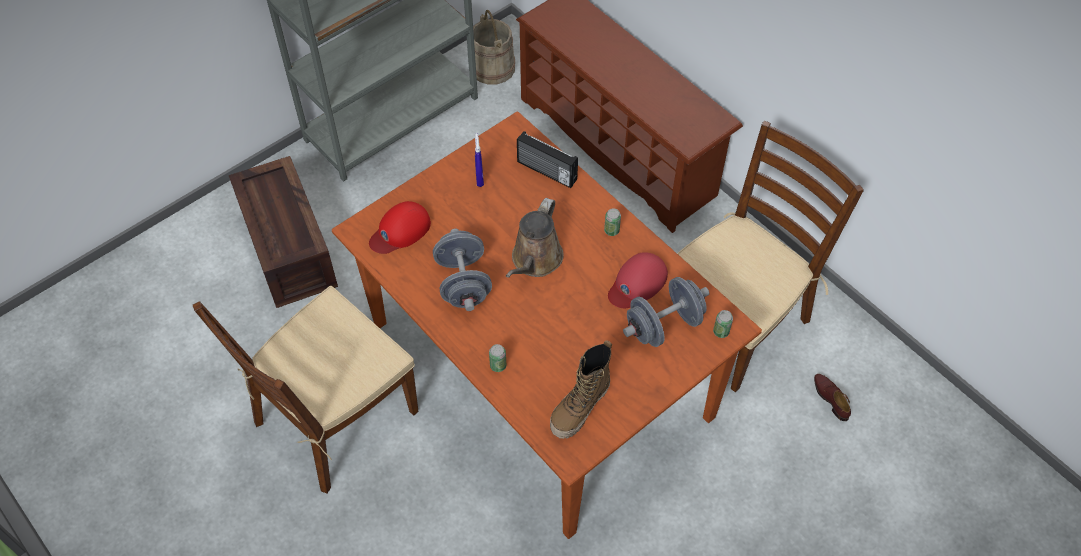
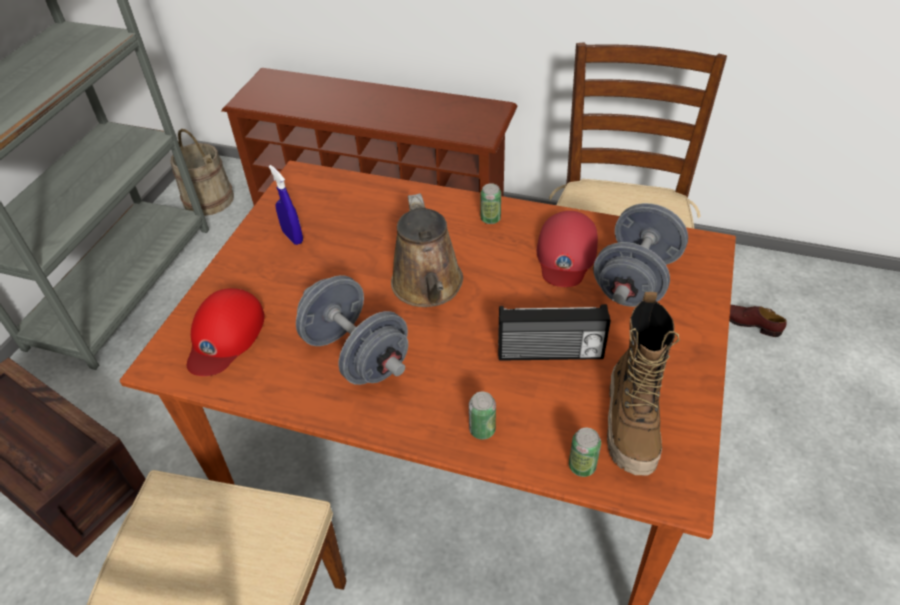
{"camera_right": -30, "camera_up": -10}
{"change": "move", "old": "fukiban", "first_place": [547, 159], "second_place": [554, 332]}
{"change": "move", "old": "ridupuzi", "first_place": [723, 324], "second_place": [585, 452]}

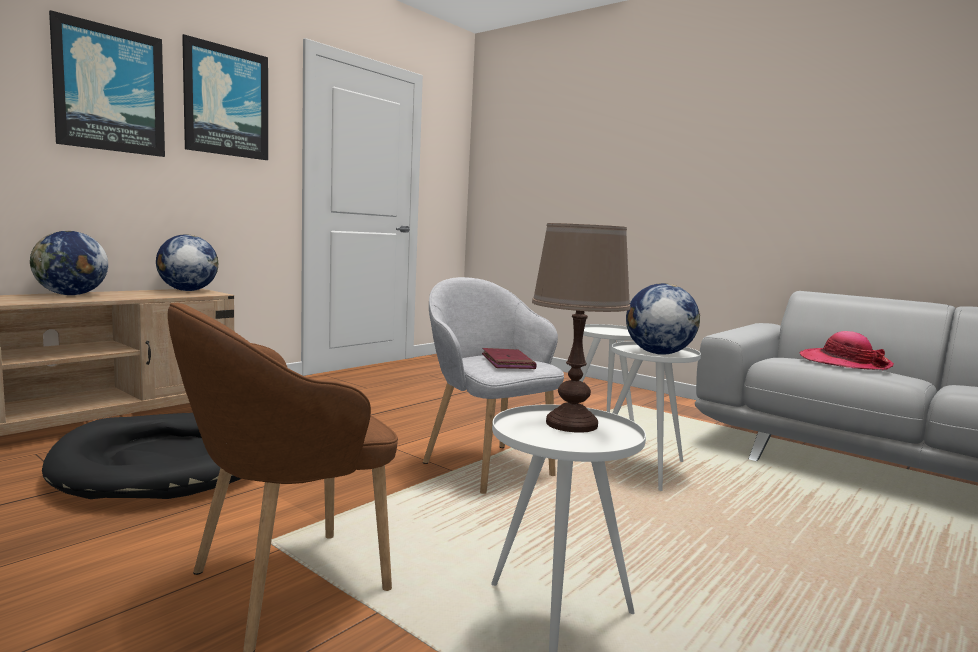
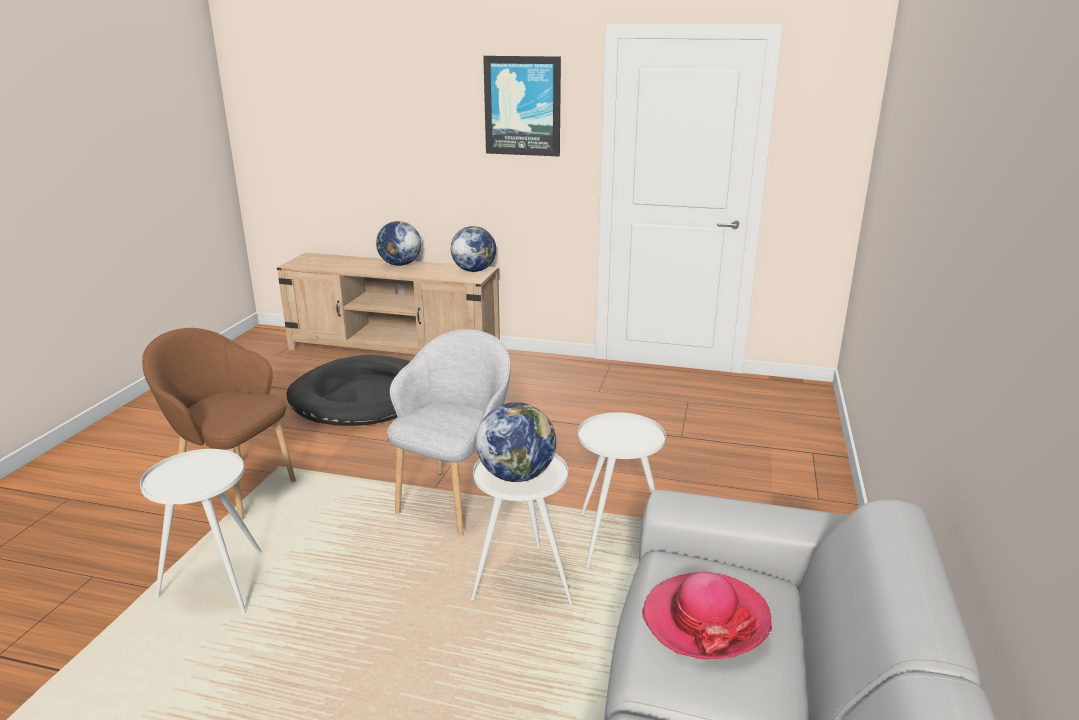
{"camera_right": 65, "camera_up": 15}
{"change": "delete", "old": "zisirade", "first_place": [107, 83]}
{"change": "delete", "old": "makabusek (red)", "first_place": [509, 358]}
{"change": "delete", "old": "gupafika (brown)", "first_place": [581, 328]}

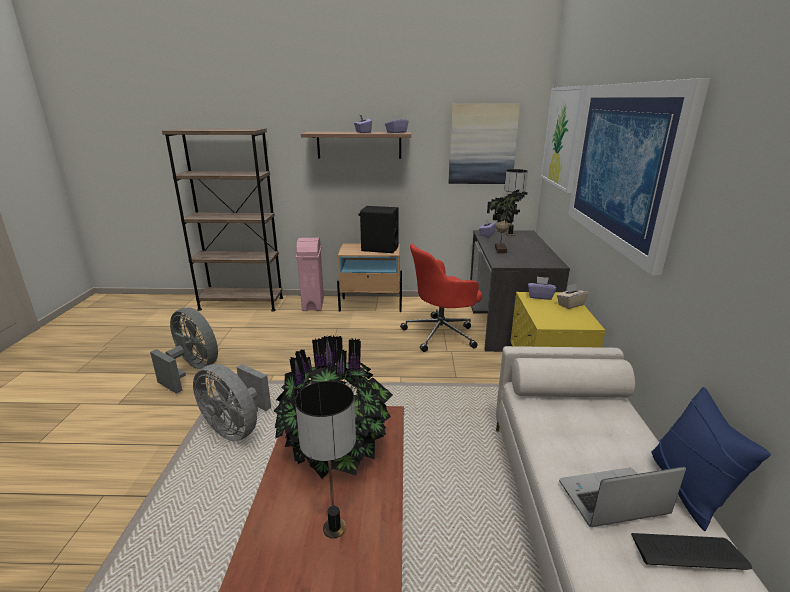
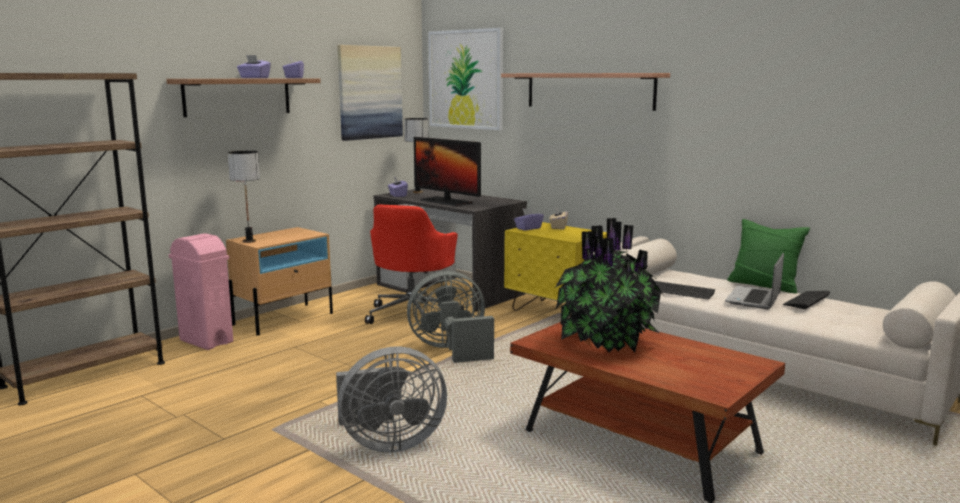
{"camera_right": -50, "camera_up": -10}
{"change": "delete", "old": "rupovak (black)", "first_place": [379, 229]}
{"change": "insert", "new": "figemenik", "second_place": [685, 290]}
{"change": "move", "old": "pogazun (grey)", "first_place": [184, 351], "second_place": [450, 317]}
{"change": "move", "old": "gupafika", "first_place": [325, 460], "second_place": [244, 197]}
{"change": "replace", "old": "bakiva", "new": "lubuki", "first_place": [507, 221], "second_place": [447, 171]}
{"change": "replace", "old": "zisirade", "new": "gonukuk", "first_place": [639, 176], "second_place": [585, 92]}
{"change": "recolor", "old": "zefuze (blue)", "new": "zefuze (green)", "first_place": [711, 459], "second_place": [768, 256]}

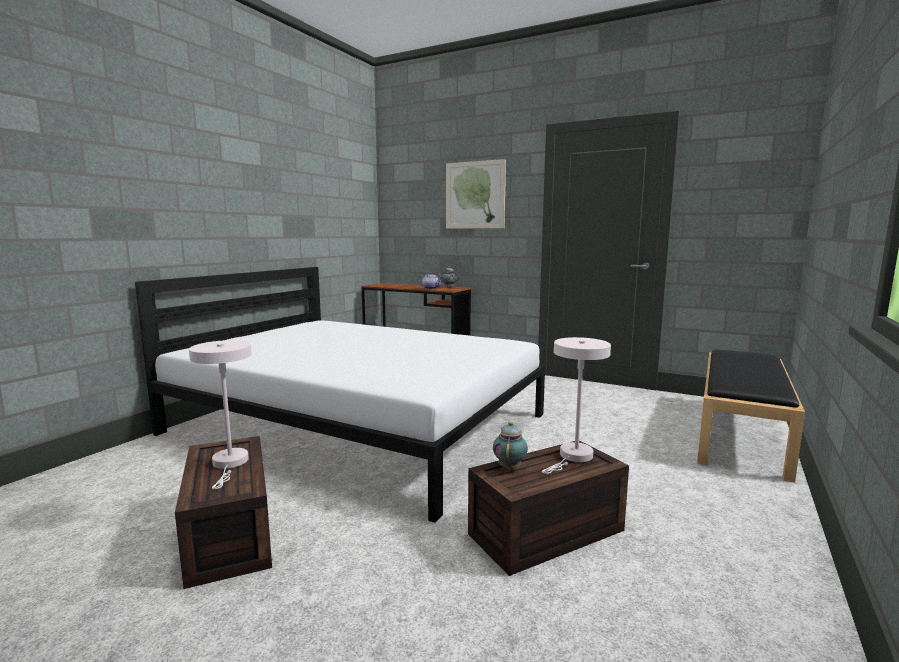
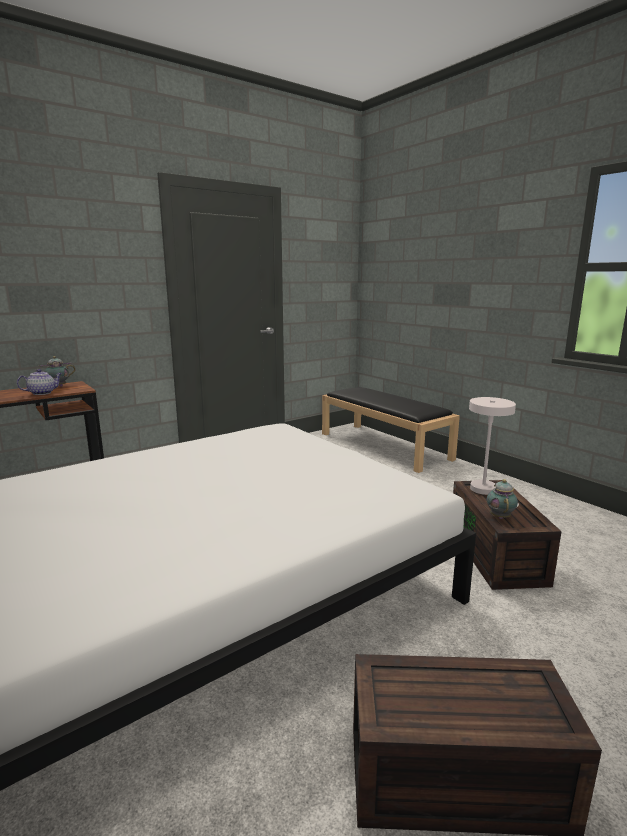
{"camera_right": -65, "camera_up": 5}
{"change": "delete", "old": "gupafika (white)", "first_place": [220, 414]}
{"change": "delete", "old": "zisirade", "first_place": [476, 194]}
{"change": "rotate", "old": "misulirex", "first_place": [510, 445], "second_place": [502, 499], "degrees": 60}

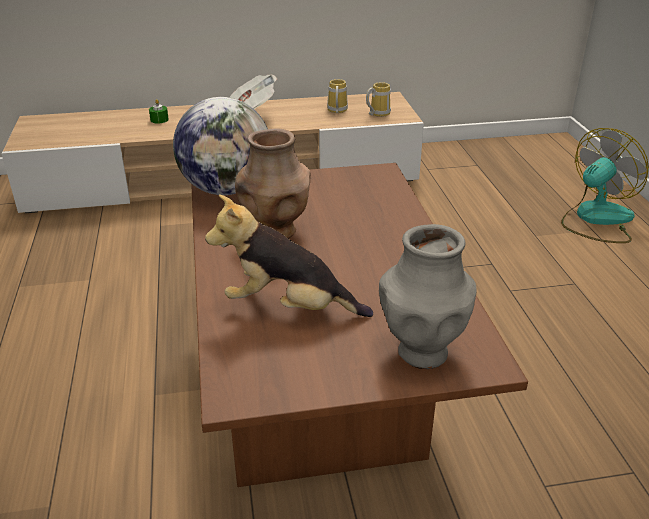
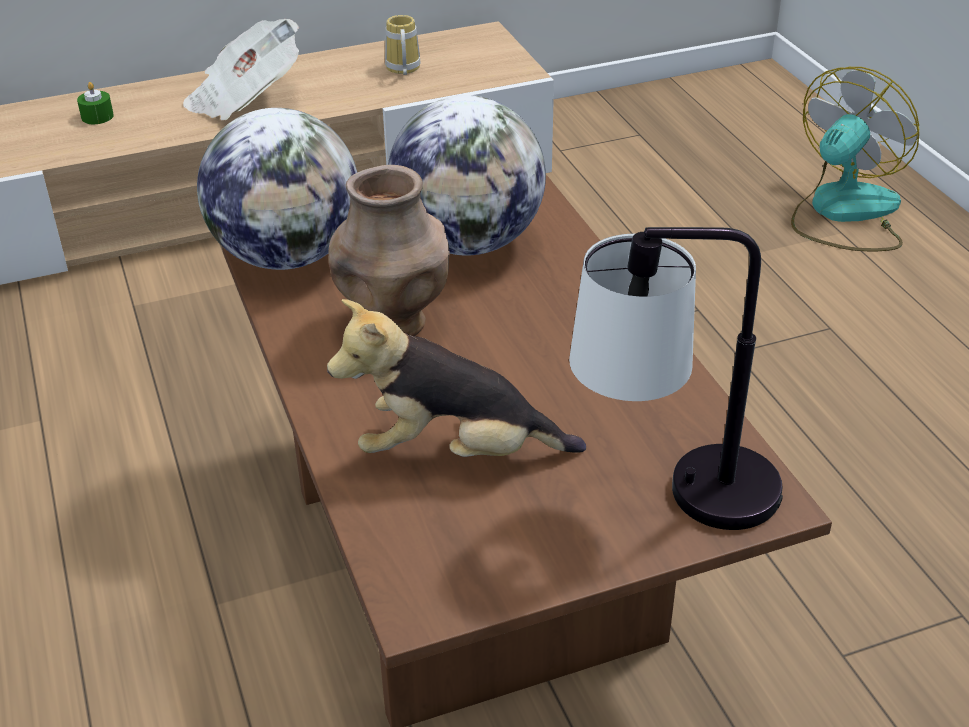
{"camera_right": -10, "camera_up": 5}
{"change": "delete", "old": "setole", "first_place": [378, 99]}
{"change": "insert", "new": "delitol", "second_place": [467, 175]}
{"change": "replace", "old": "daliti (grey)", "new": "gupafika", "first_place": [428, 296], "second_place": [676, 378]}

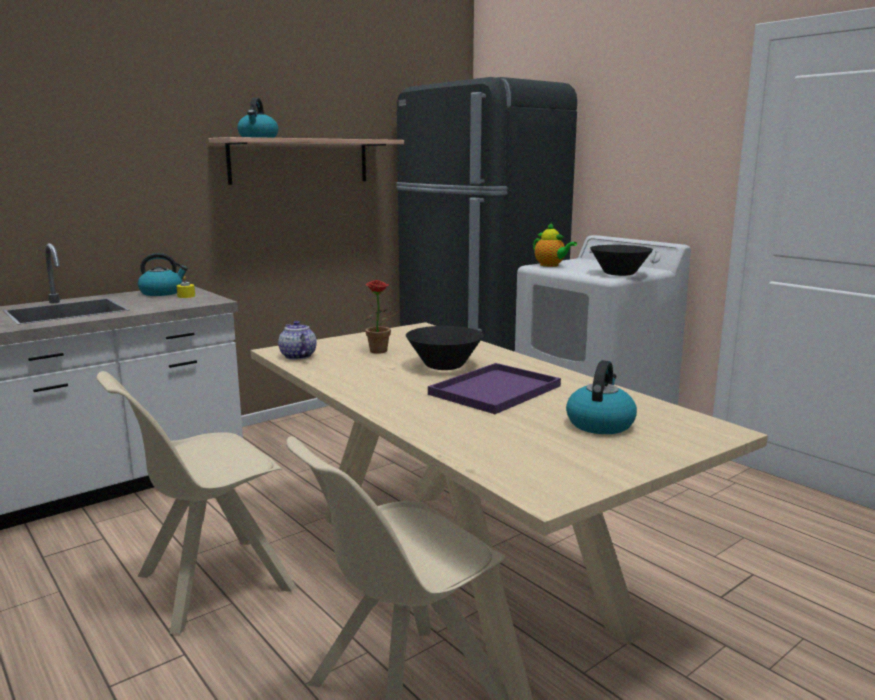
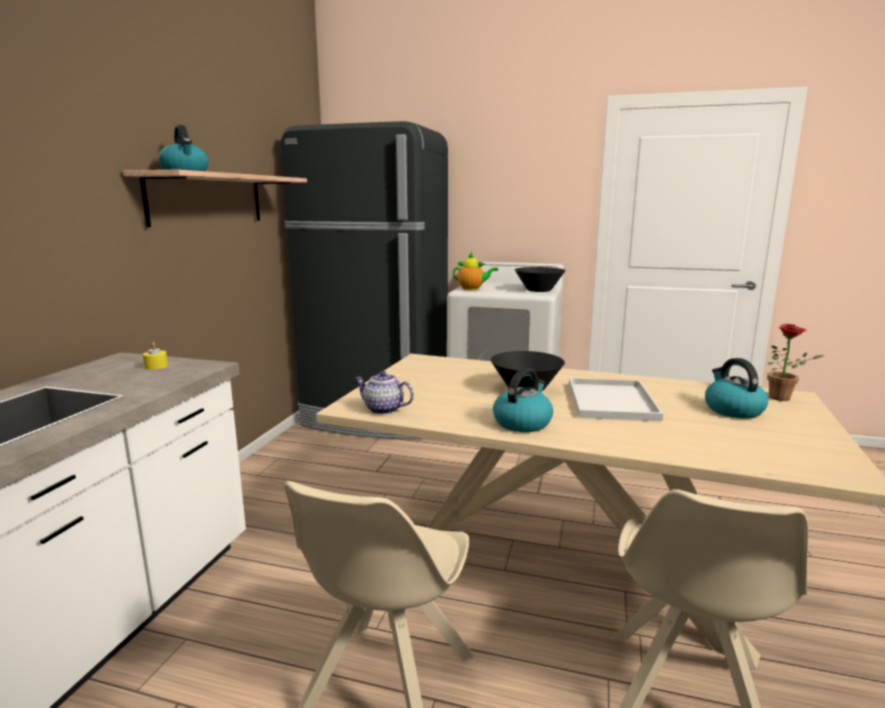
{"camera_right": -35, "camera_up": 0}
{"change": "move", "old": "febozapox", "first_place": [163, 274], "second_place": [523, 400]}
{"change": "move", "old": "bakiva", "first_place": [380, 317], "second_place": [795, 362]}
{"change": "recolor", "old": "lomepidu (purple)", "new": "lomepidu (white)", "first_place": [494, 388], "second_place": [616, 400]}

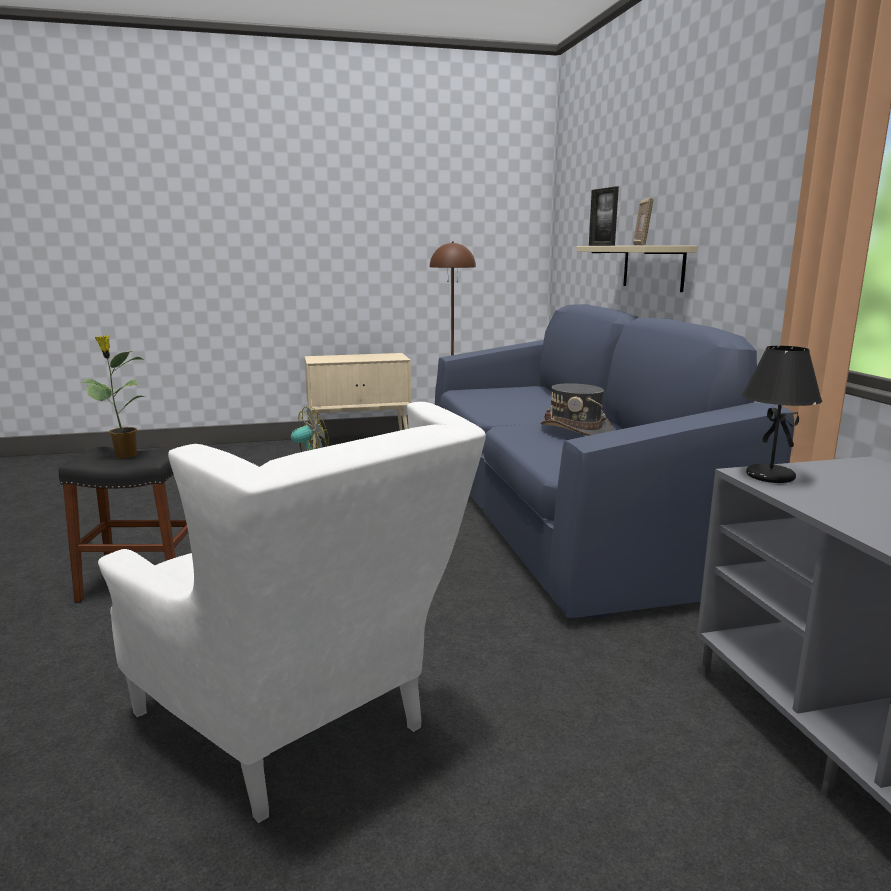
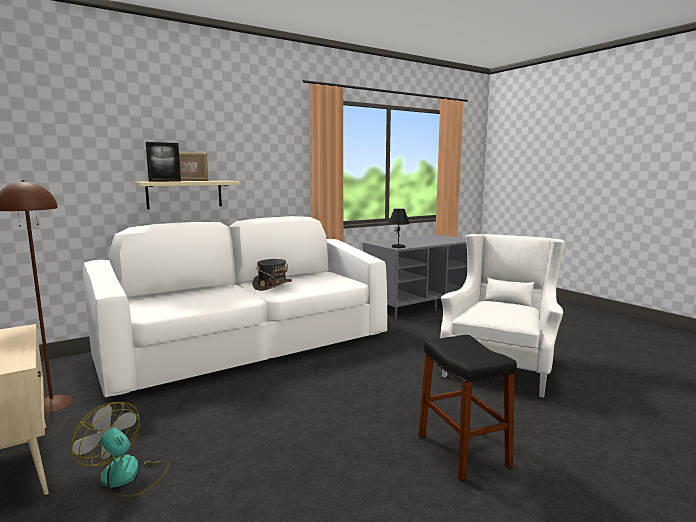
{"camera_right": -110, "camera_up": -5}
{"change": "delete", "old": "bakiva", "first_place": [113, 396]}
{"change": "recolor", "old": "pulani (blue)", "new": "pulani (white)", "first_place": [614, 461], "second_place": [235, 306]}

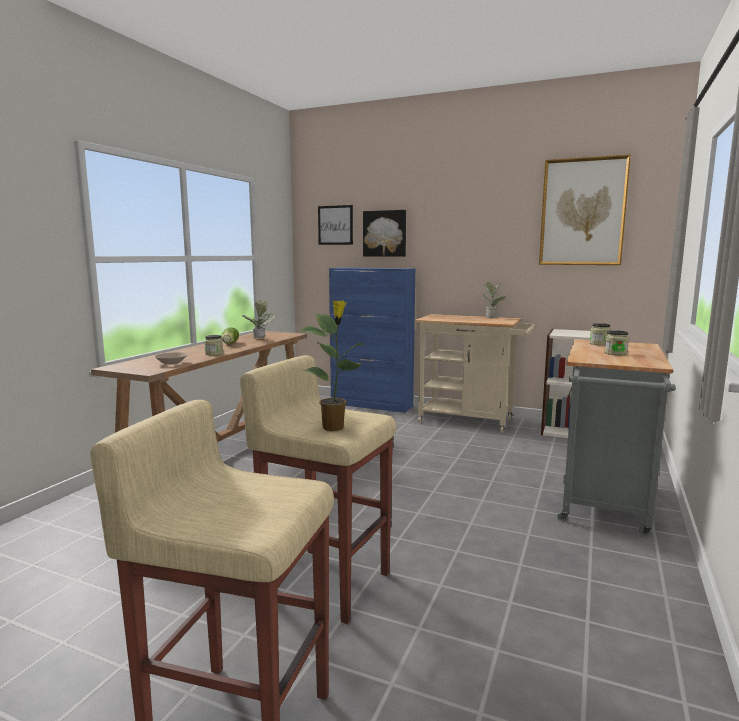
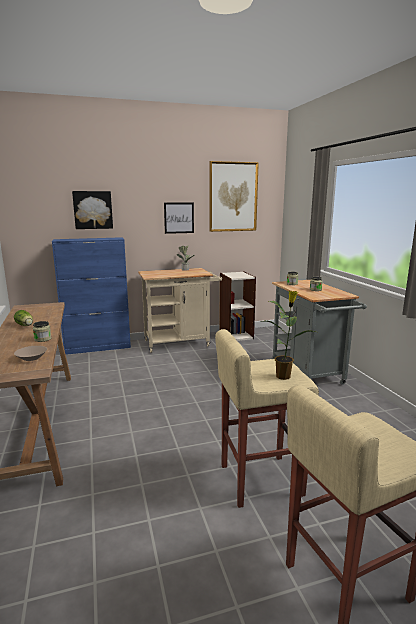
{"camera_right": -40, "camera_up": 5}
{"change": "delete", "old": "bakiva", "first_place": [258, 319]}
{"change": "move", "old": "zisirade", "first_place": [335, 225], "second_place": [179, 218]}

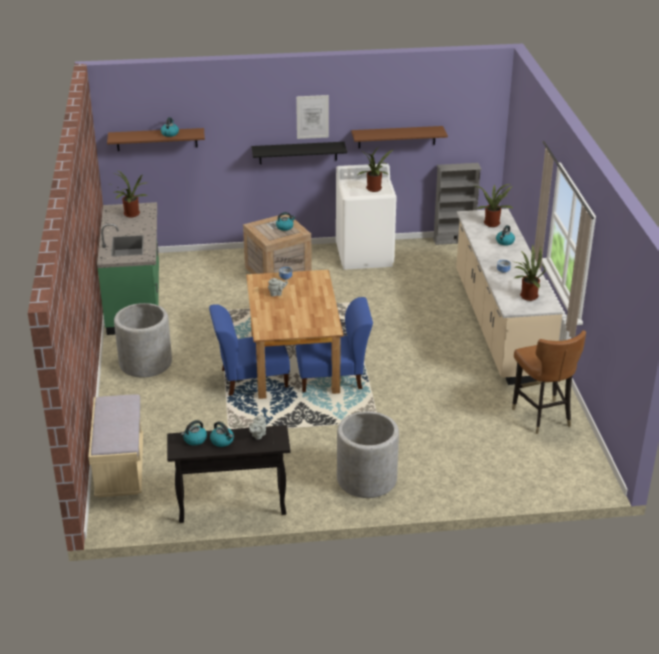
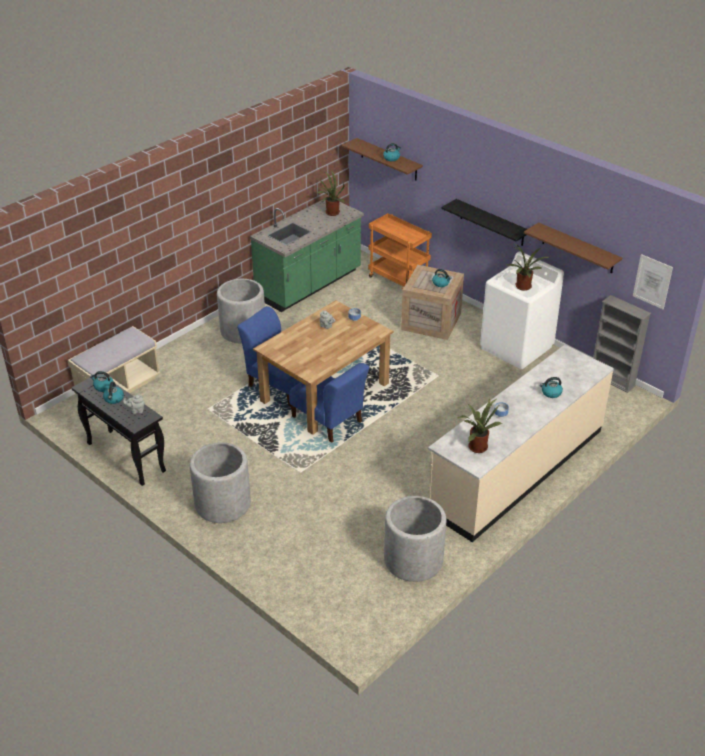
{"camera_right": 50, "camera_up": 5}
{"change": "delete", "old": "bakiva", "first_place": [494, 205]}
{"change": "insert", "new": "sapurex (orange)", "second_place": [400, 251]}
{"change": "move", "old": "zisirade", "first_place": [312, 117], "second_place": [653, 281]}
{"change": "replace", "old": "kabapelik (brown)", "new": "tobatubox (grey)", "first_place": [549, 382], "second_place": [415, 539]}

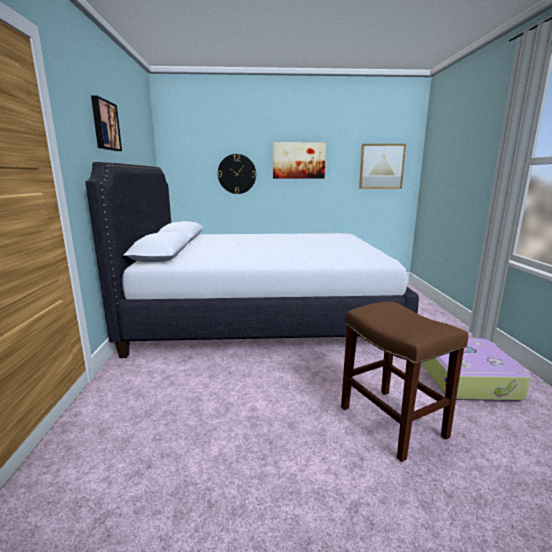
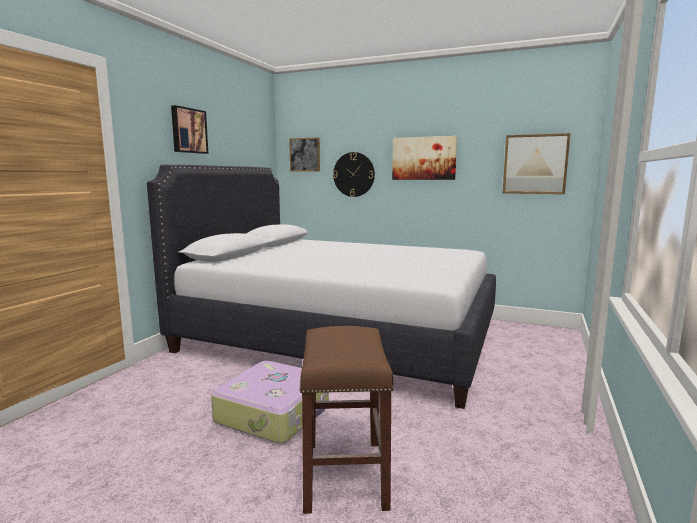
{"camera_right": 25, "camera_up": -5}
{"change": "insert", "new": "zisirade", "second_place": [304, 154]}
{"change": "move", "old": "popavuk", "first_place": [476, 369], "second_place": [270, 402]}

